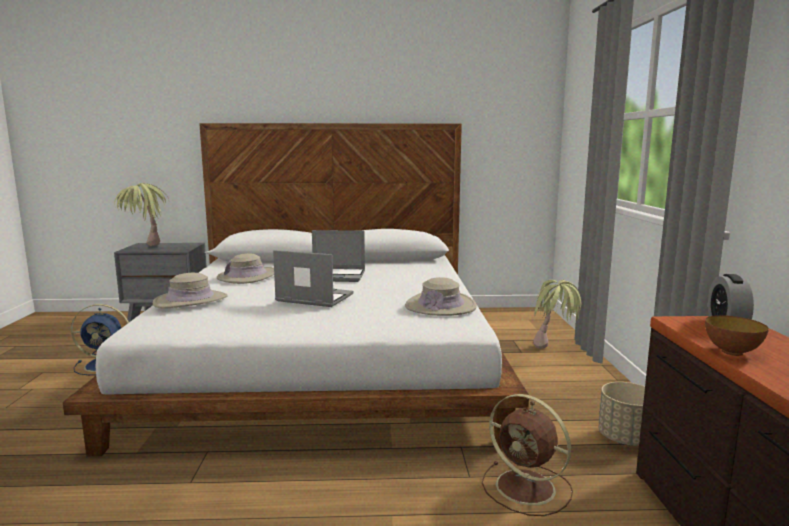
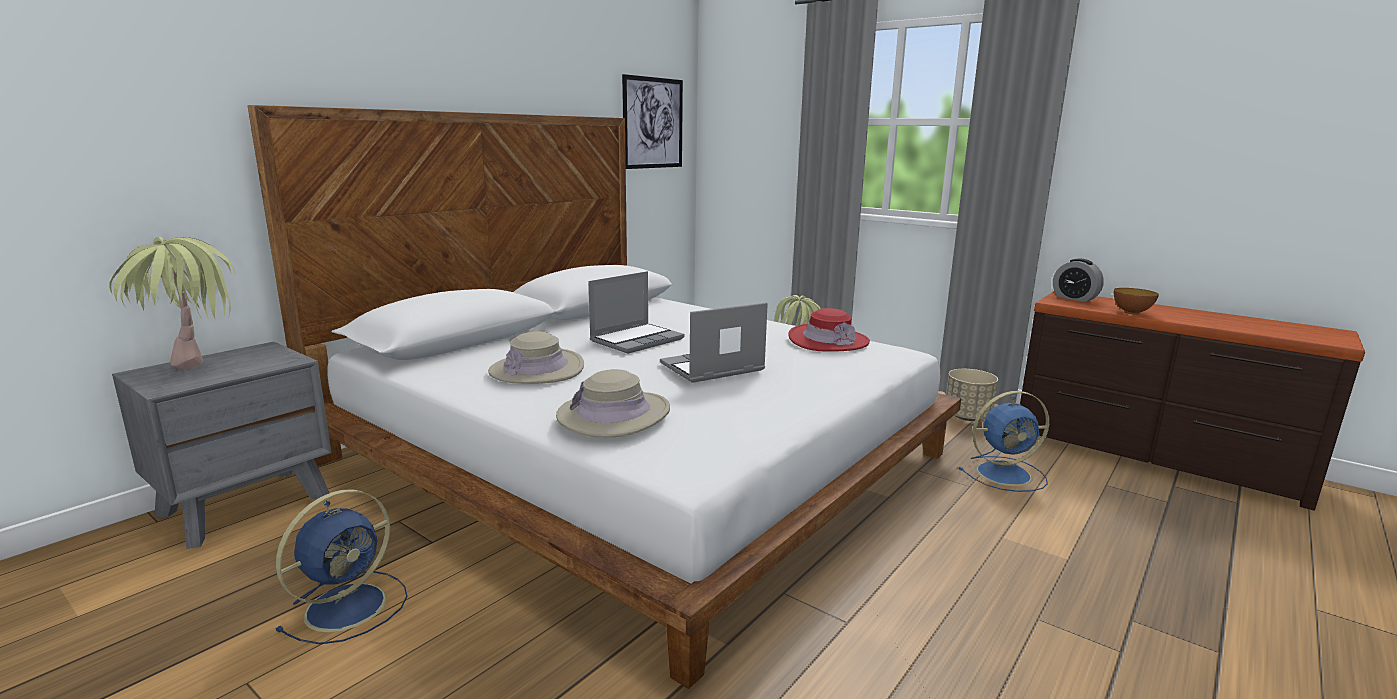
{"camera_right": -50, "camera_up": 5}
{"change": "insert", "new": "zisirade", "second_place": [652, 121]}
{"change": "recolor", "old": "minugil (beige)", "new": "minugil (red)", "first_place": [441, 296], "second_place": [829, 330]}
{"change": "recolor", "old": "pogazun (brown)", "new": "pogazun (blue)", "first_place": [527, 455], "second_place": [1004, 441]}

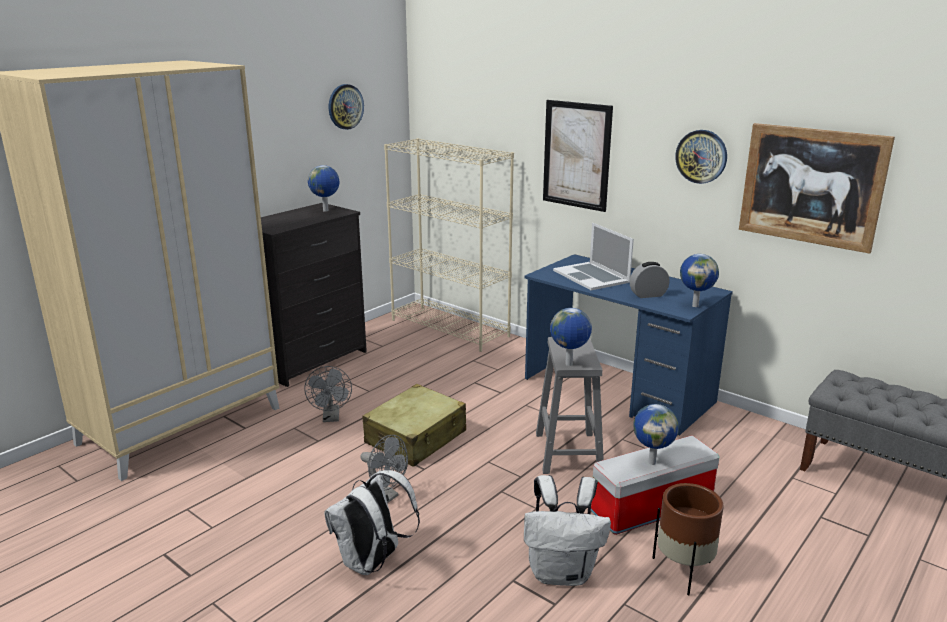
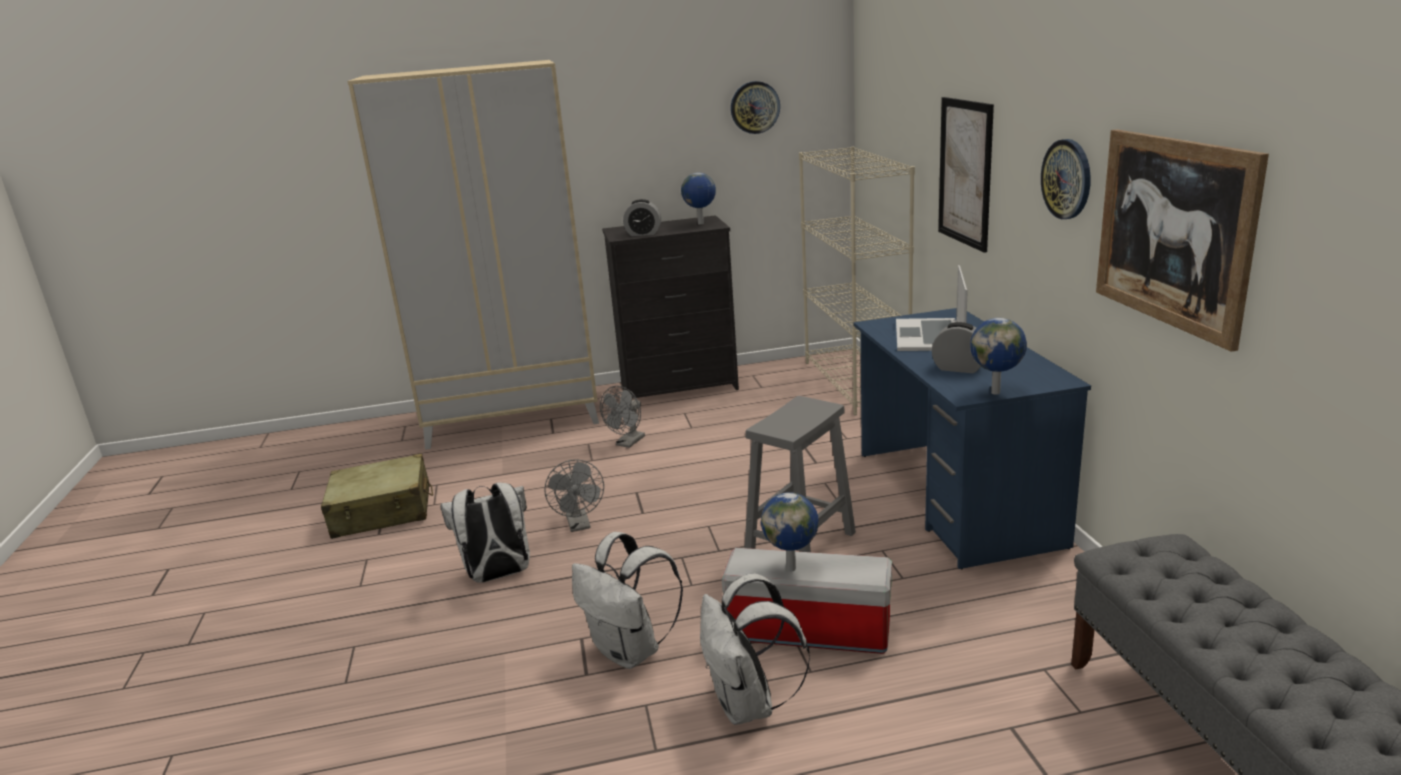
{"camera_right": 40, "camera_up": 0}
{"change": "delete", "old": "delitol", "first_place": [571, 337]}
{"change": "insert", "new": "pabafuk", "second_place": [642, 217]}
{"change": "move", "old": "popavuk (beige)", "first_place": [414, 425], "second_place": [377, 496]}
{"change": "replace", "old": "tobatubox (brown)", "new": "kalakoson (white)", "first_place": [688, 539], "second_place": [755, 649]}

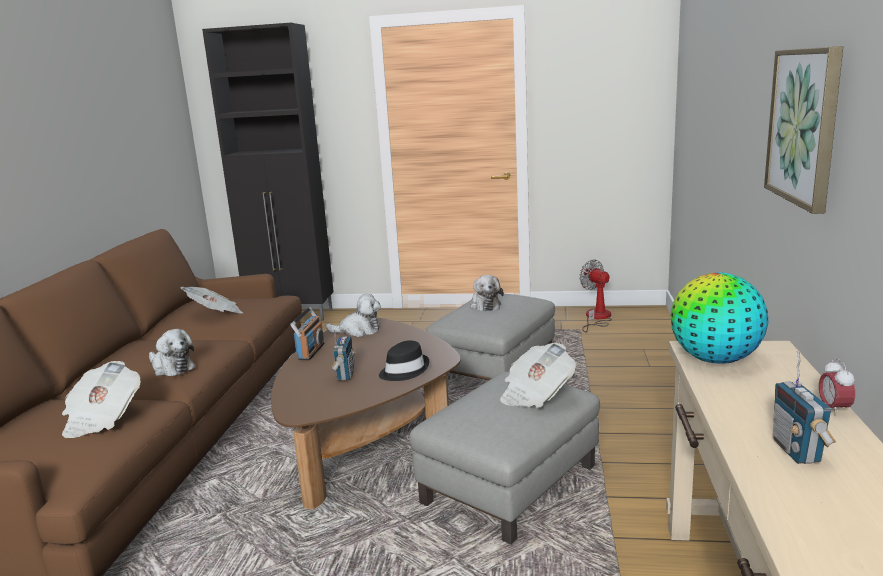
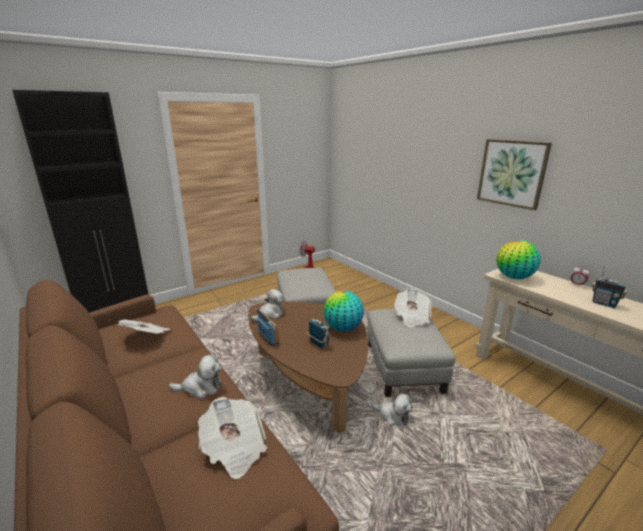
{"camera_right": -45, "camera_up": 5}
{"change": "move", "old": "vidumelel", "first_place": [487, 293], "second_place": [392, 410]}
{"change": "replace", "old": "minugil (black)", "new": "delitol", "first_place": [404, 360], "second_place": [343, 311]}

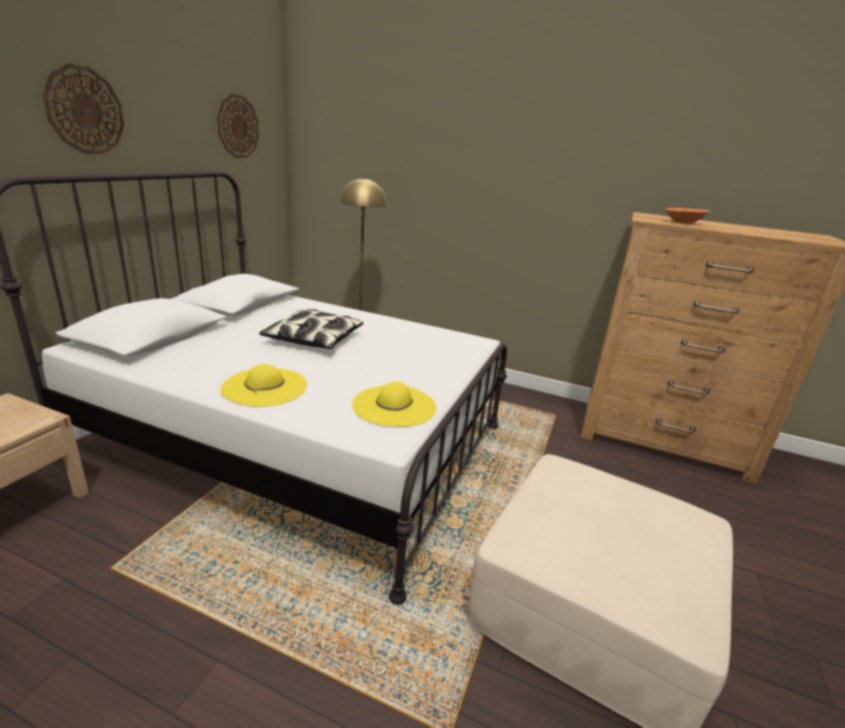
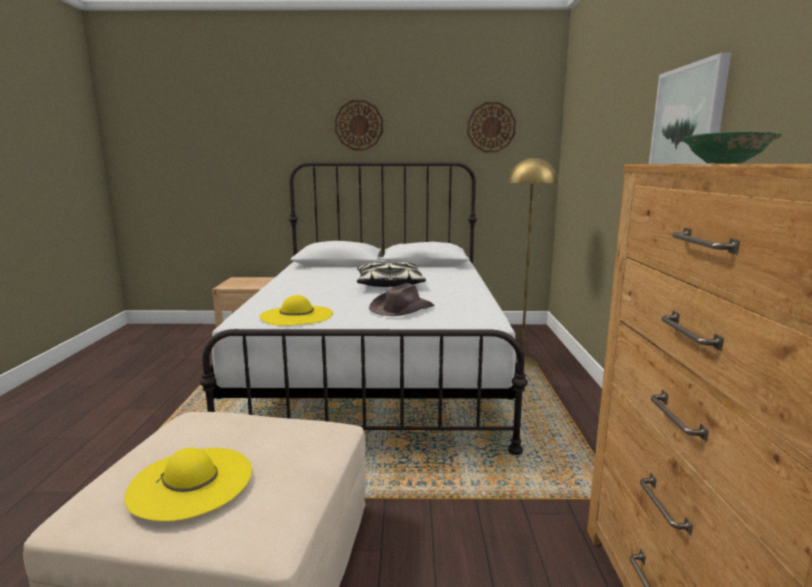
{"camera_right": 70, "camera_up": -10}
{"change": "insert", "new": "minugil (brown)", "second_place": [402, 299]}
{"change": "insert", "new": "zisirade", "second_place": [690, 108]}
{"change": "move", "old": "minugil (yellow)", "first_place": [263, 385], "second_place": [188, 484]}
{"change": "recolor", "old": "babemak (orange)", "new": "babemak (green)", "first_place": [687, 216], "second_place": [732, 147]}

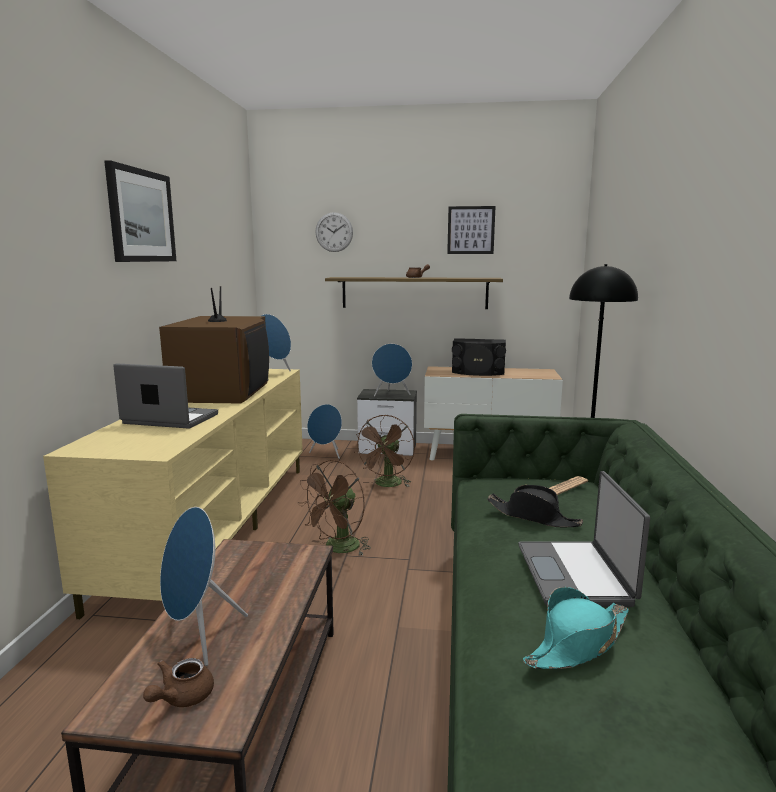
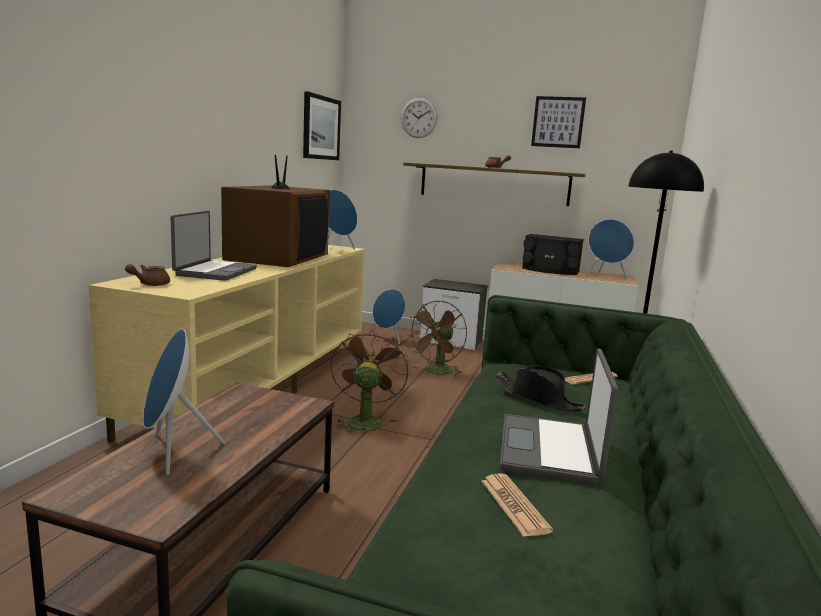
{"camera_right": 10, "camera_up": 0}
{"change": "move", "old": "zisirade", "first_place": [140, 211], "second_place": [322, 125]}
{"change": "move", "old": "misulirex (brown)", "first_place": [178, 682], "second_place": [147, 275]}
{"change": "move", "old": "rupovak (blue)", "first_place": [392, 370], "second_place": [610, 249]}
{"change": "replace", "old": "minugil (turquoise)", "new": "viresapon", "first_place": [576, 628], "second_place": [517, 505]}
{"change": "rotate", "old": "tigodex", "first_place": [165, 396], "second_place": [213, 246], "degrees": 75}
{"change": "rotate", "old": "pogazun (brown)", "first_place": [334, 508], "second_place": [369, 382], "degrees": 135}

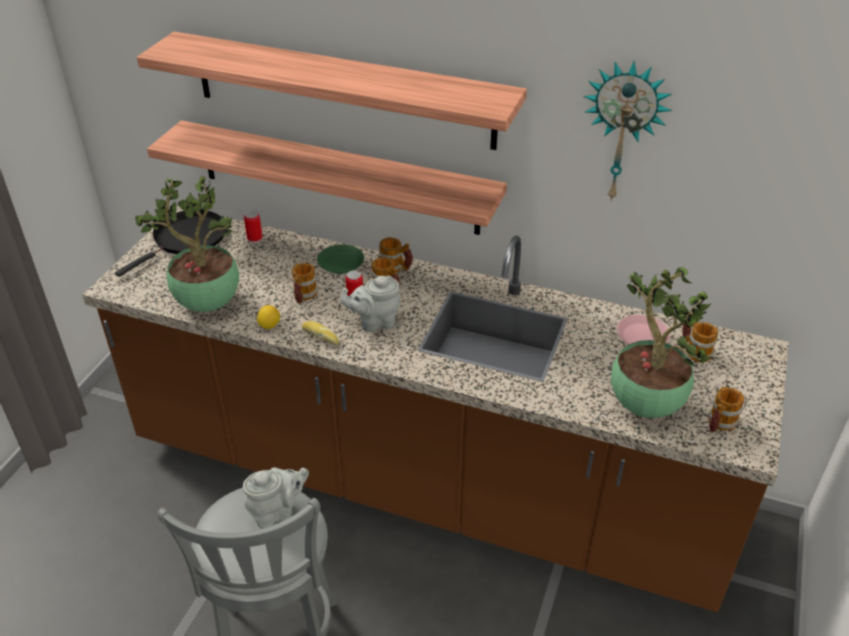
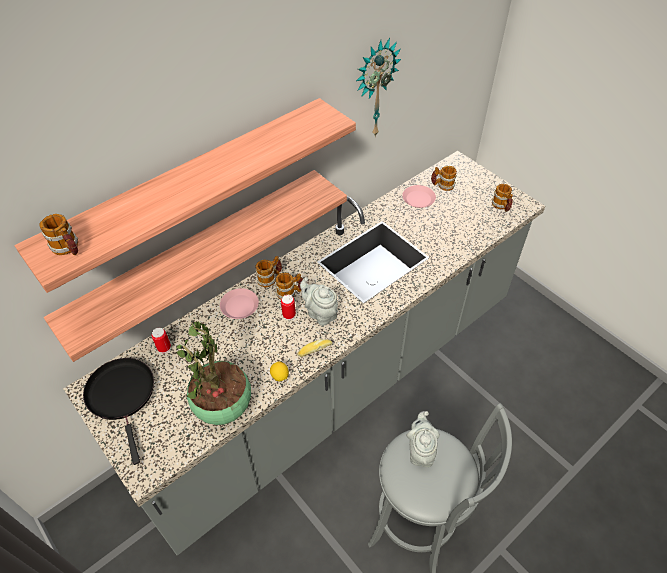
{"camera_right": -60, "camera_up": 10}
{"change": "delete", "old": "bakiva", "first_place": [661, 342]}
{"change": "move", "old": "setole", "first_place": [304, 283], "second_place": [58, 234]}
{"change": "recolor", "old": "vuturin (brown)", "new": "vuturin (grey)", "first_place": [435, 409], "second_place": [304, 353]}
{"change": "recolor", "old": "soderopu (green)", "new": "soderopu (pink)", "first_place": [340, 259], "second_place": [239, 303]}
{"change": "rotate", "old": "misulirex (grey)", "first_place": [371, 304], "second_place": [319, 301], "degrees": 120}

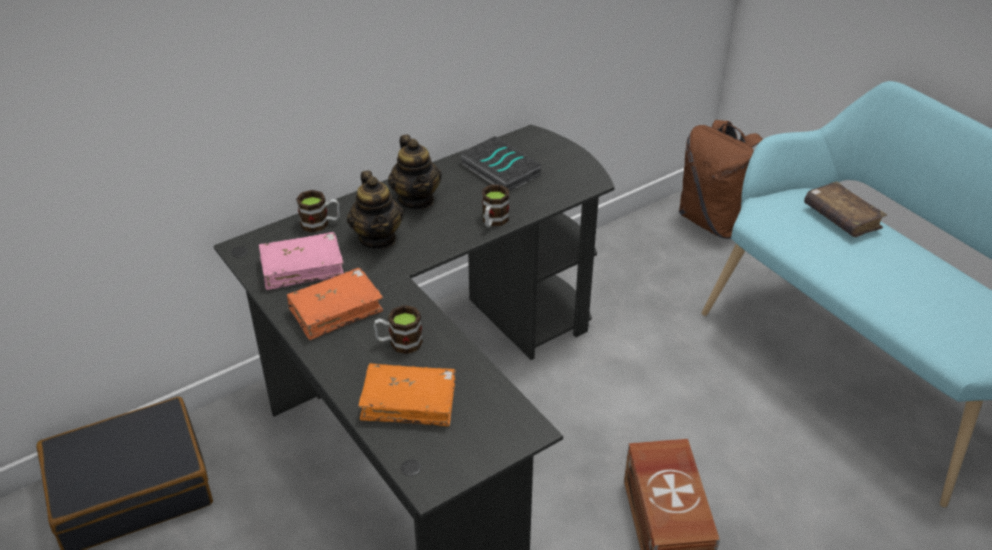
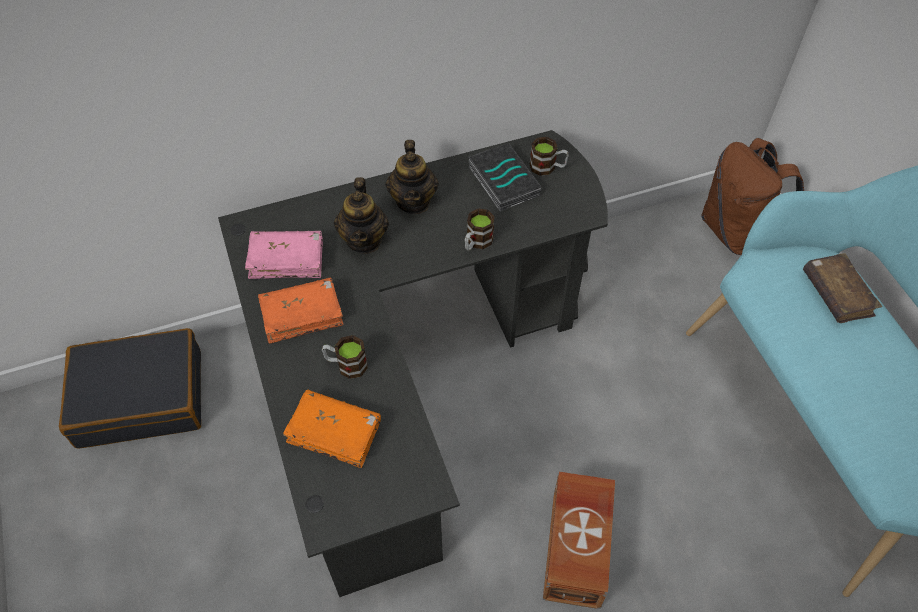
{"camera_right": 15, "camera_up": 15}
{"change": "move", "old": "setole", "first_place": [318, 211], "second_place": [549, 156]}

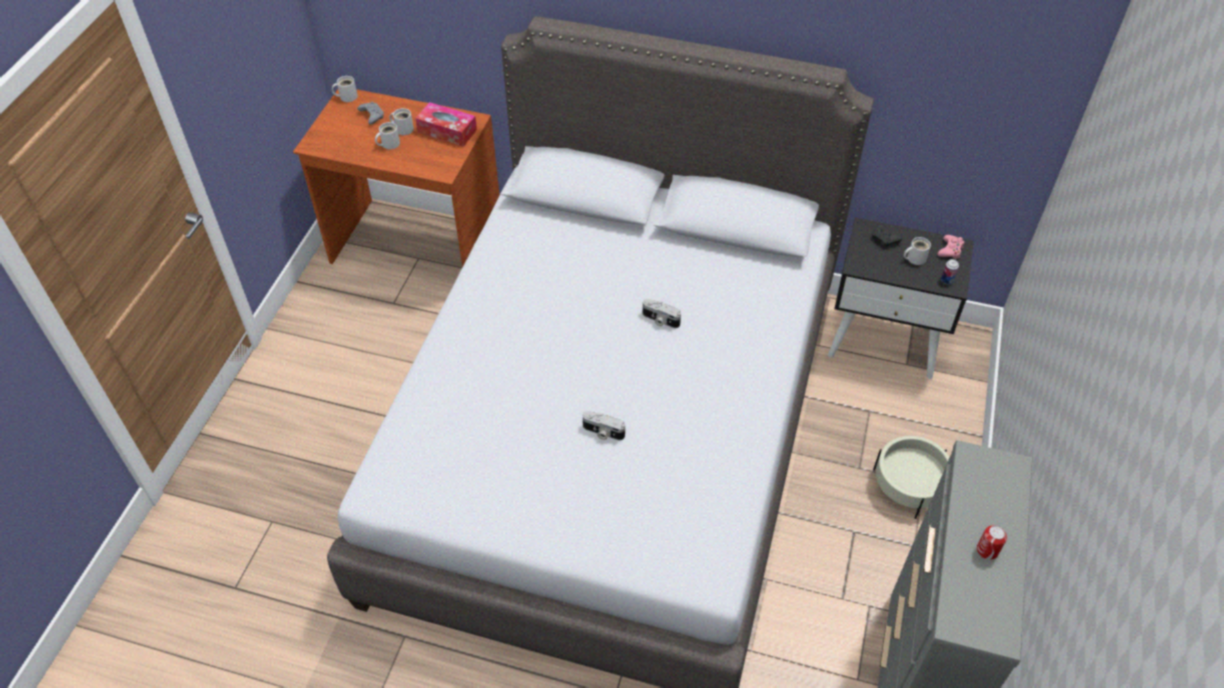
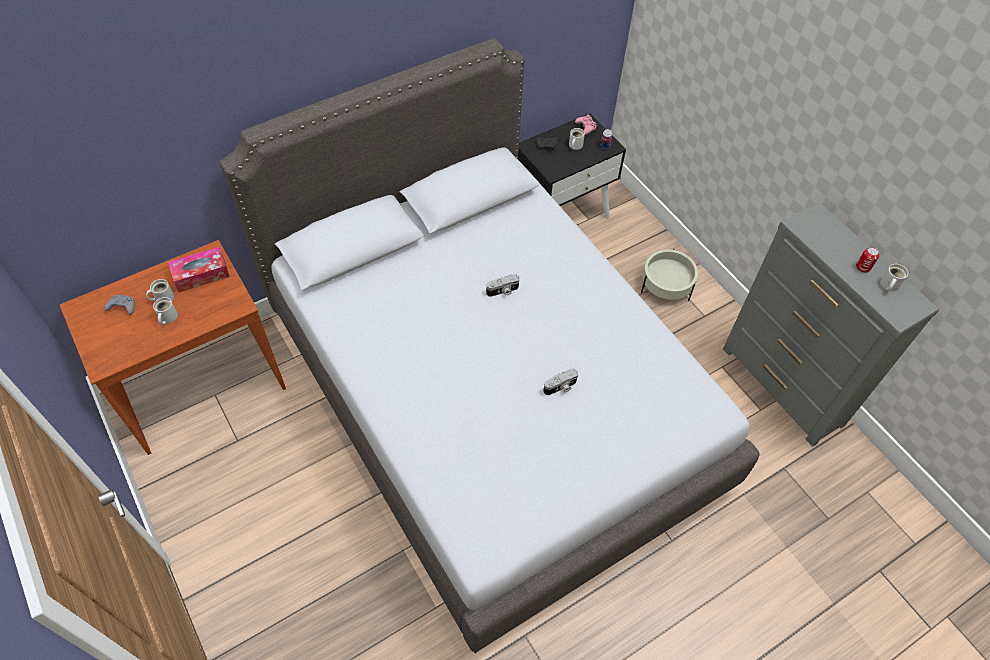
{"camera_right": -50, "camera_up": 5}
{"change": "move", "old": "setole (white)", "first_place": [345, 89], "second_place": [894, 278]}

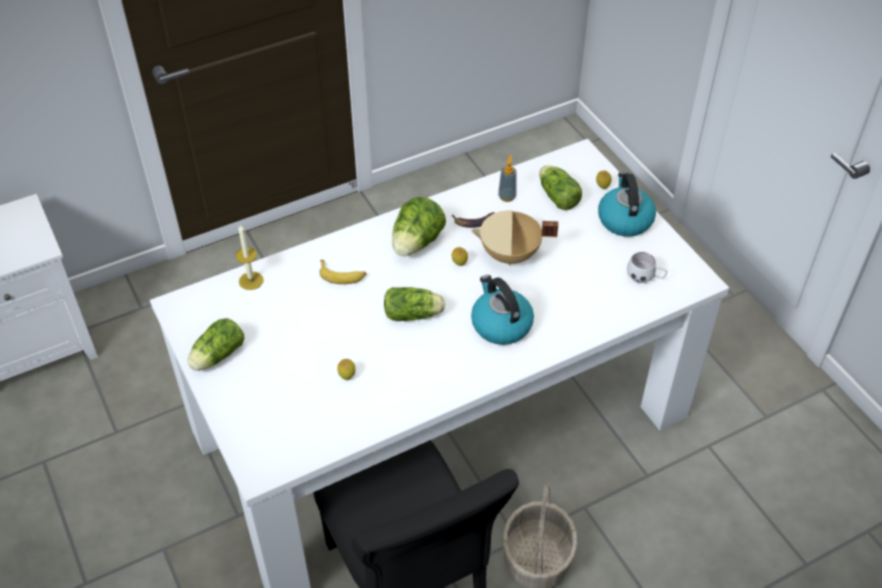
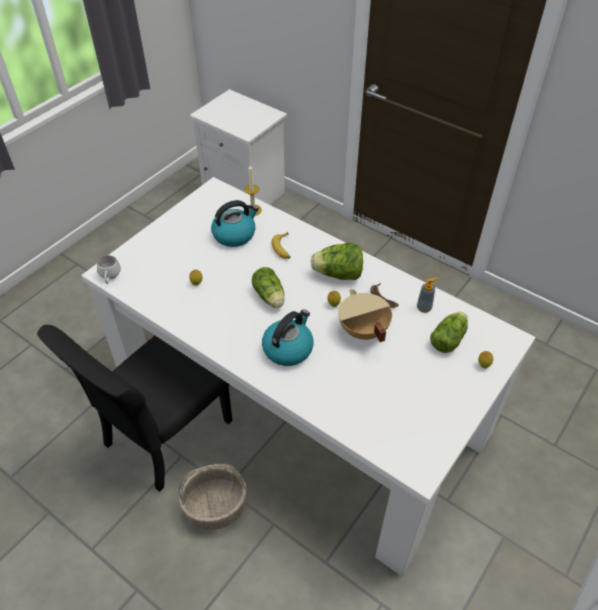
{"camera_right": 65, "camera_up": 0}
{"change": "delete", "old": "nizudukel", "first_place": [216, 344]}
{"change": "move", "old": "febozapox", "first_place": [627, 204], "second_place": [235, 223]}
{"change": "move", "old": "setole (white)", "first_place": [647, 267], "second_place": [109, 269]}

